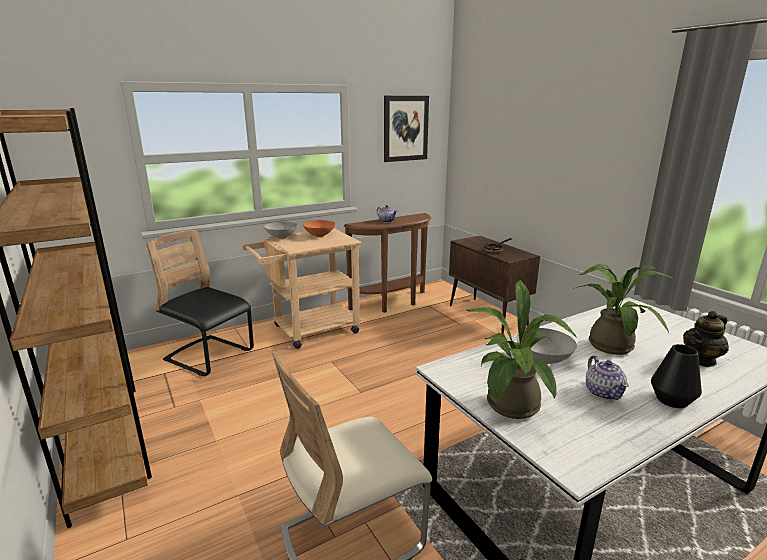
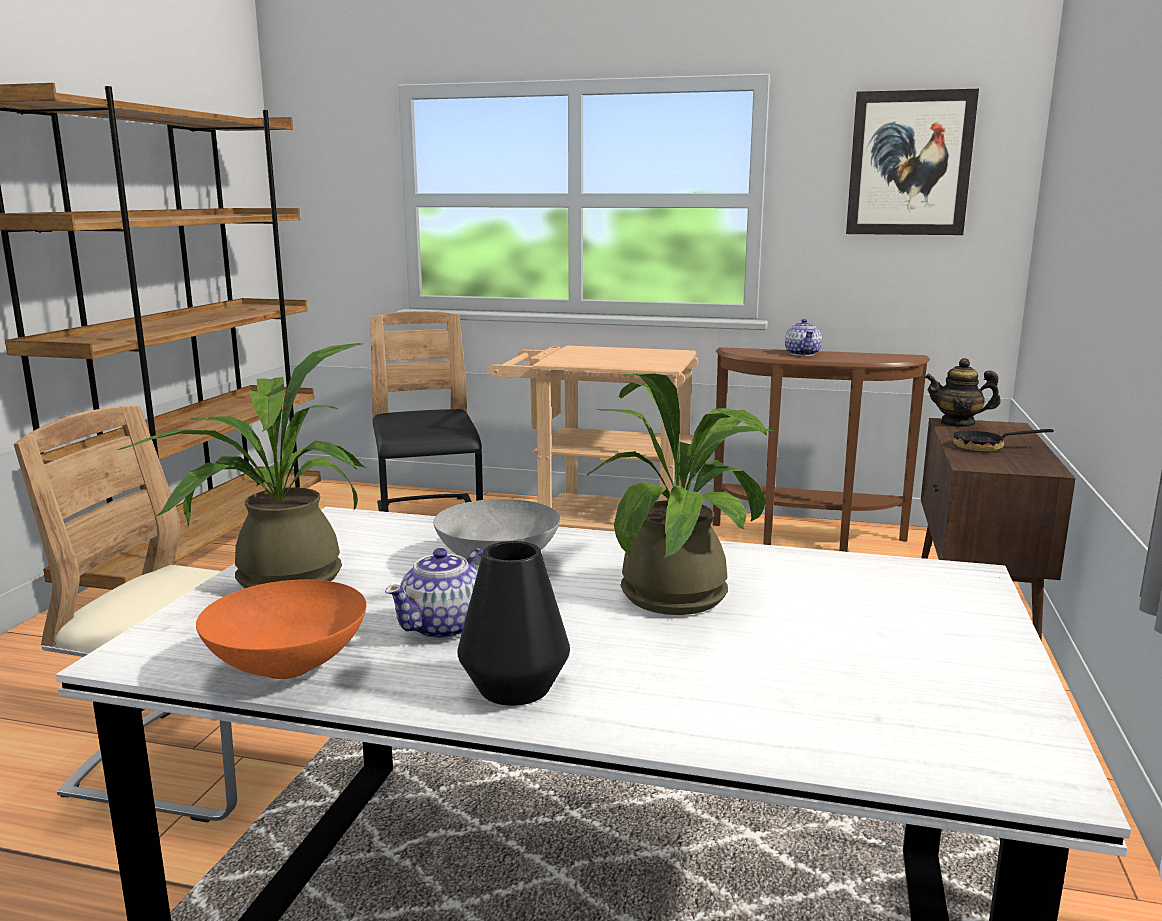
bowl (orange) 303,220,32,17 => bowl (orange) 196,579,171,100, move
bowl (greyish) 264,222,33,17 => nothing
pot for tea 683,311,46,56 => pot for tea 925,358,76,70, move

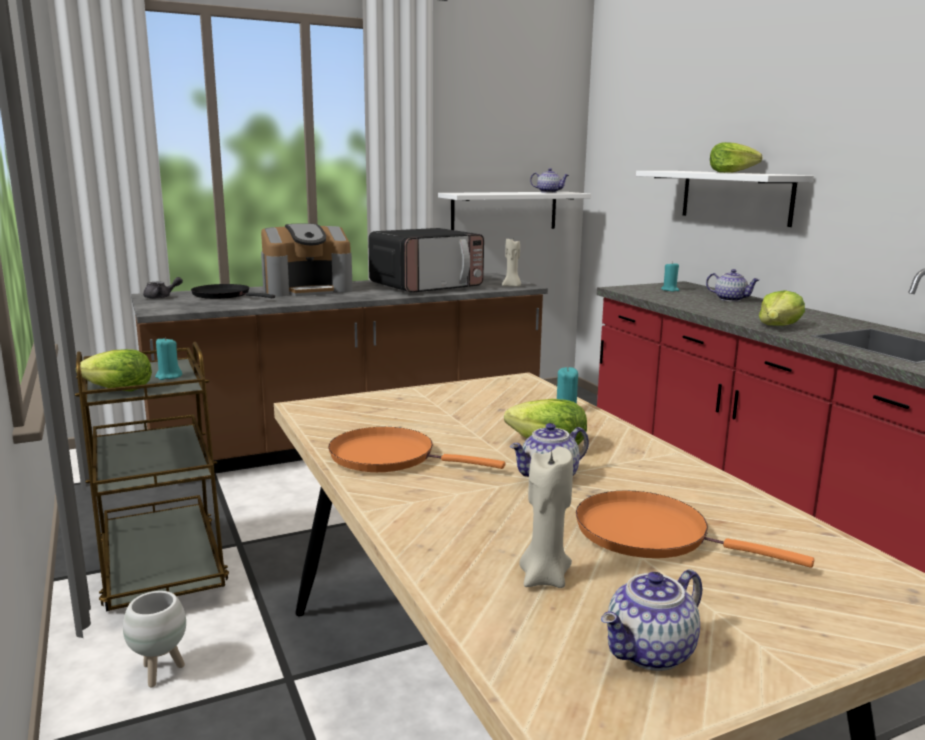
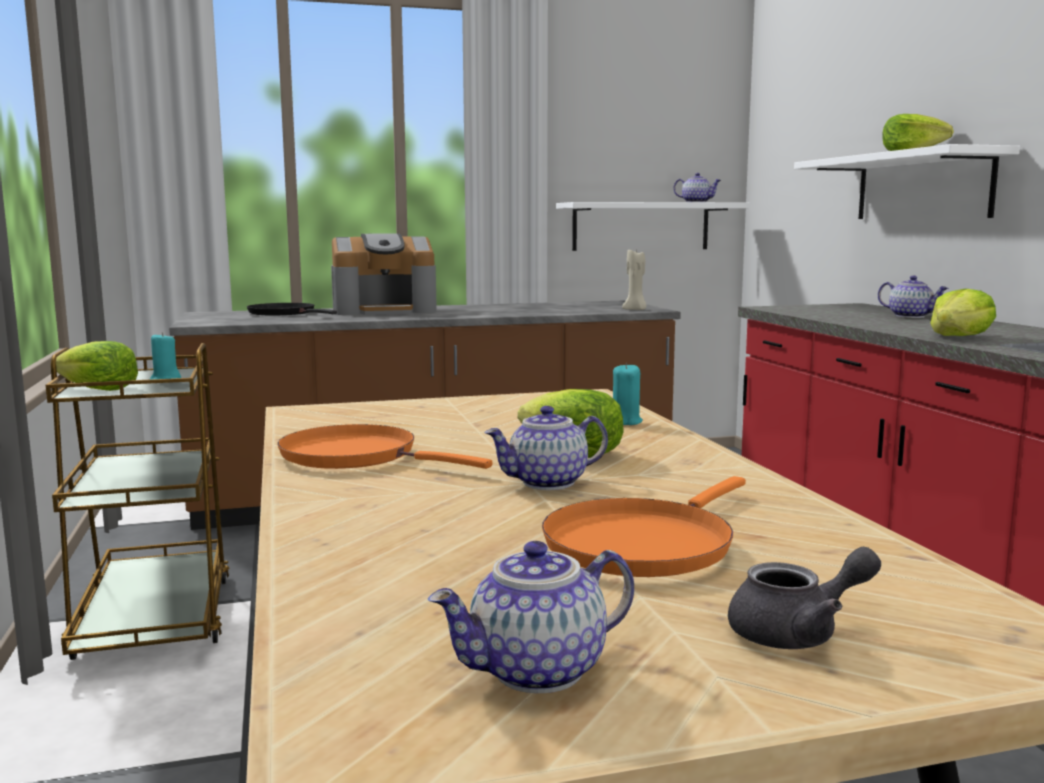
kitchen microwave 368,228,116,65 => nothing
candle (blue-green) 661,261,19,31 => nothing
pot for tea (greyish) 143,277,40,22 => pot for tea (greyish) 728,547,153,102, move
candle (beige-coloured) 519,447,54,141 => nothing
frying pan (orange) 576,490,238,78 => frying pan (orange) 542,476,204,101, 90 degrees counterclockwise
plant pot (whitish) 123,591,63,96 => nothing

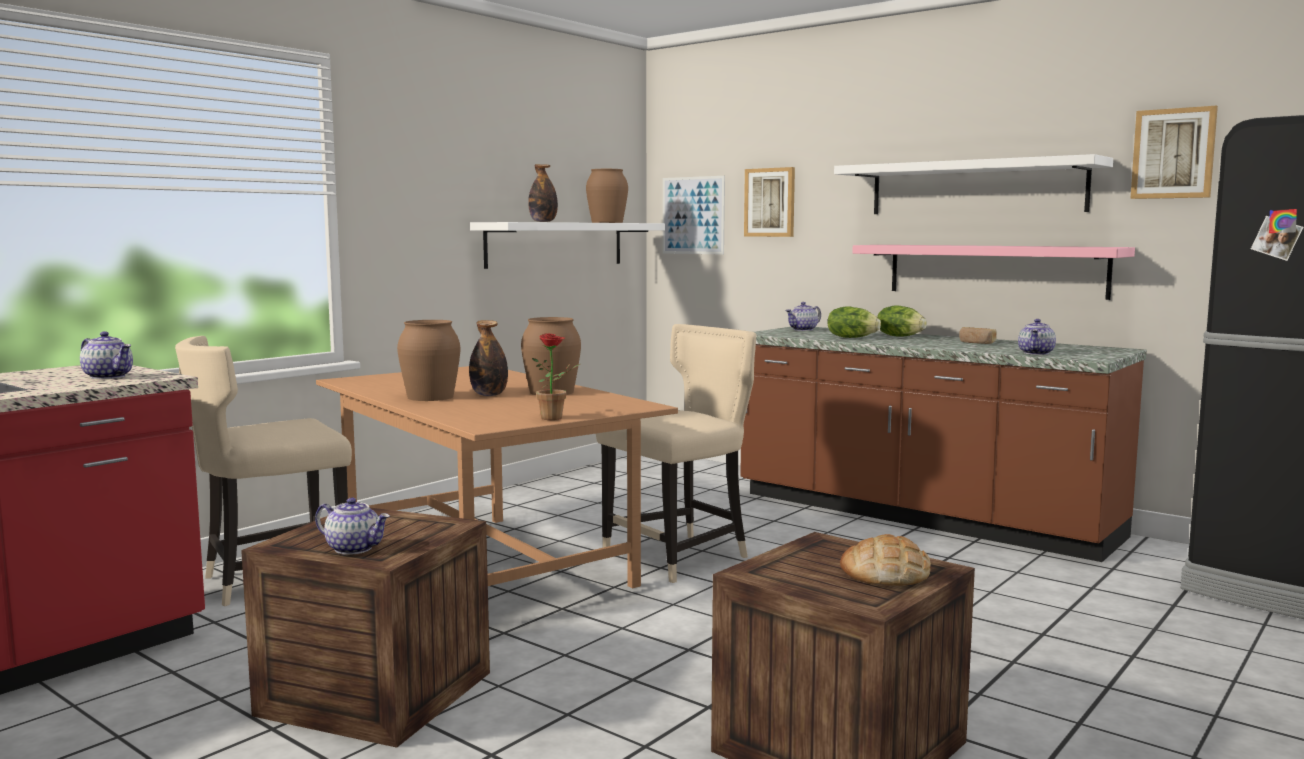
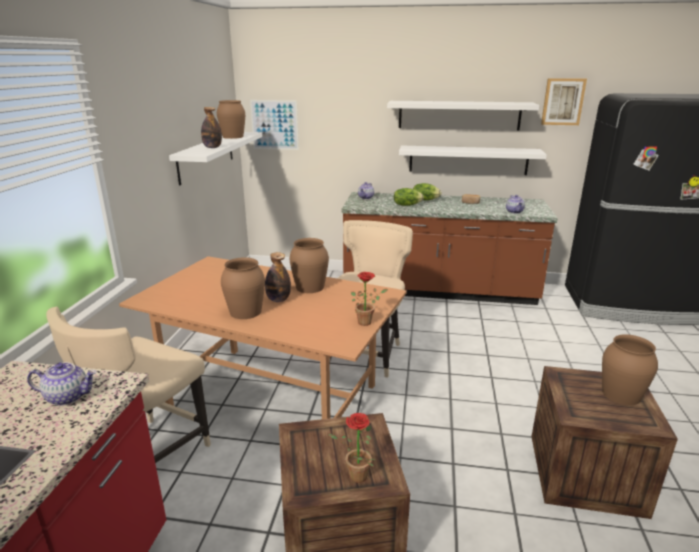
wall picture 744,167,51,70 => nothing
wall shelf (pink) 852,245,283,55 => wall shelf (whitish) 399,146,148,29
pot for tea 315,497,75,58 => houseplant 328,413,47,70
baked bread 840,534,91,52 => vase (brown) 602,334,56,71

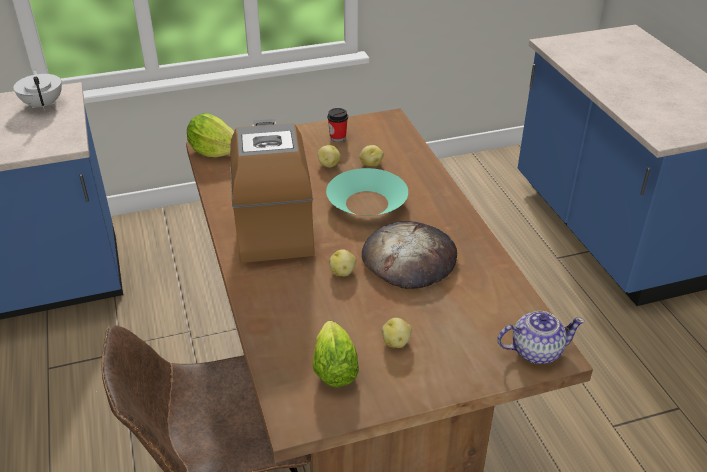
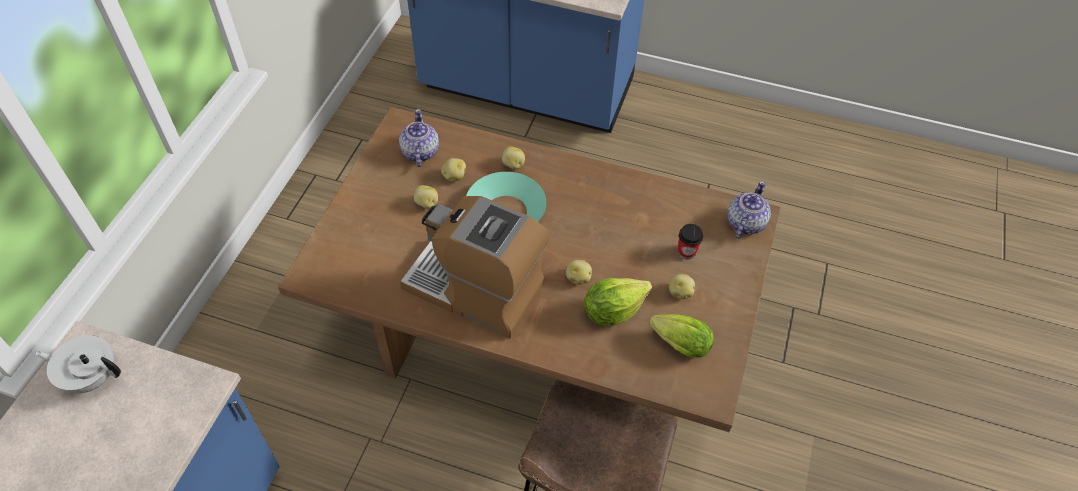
small cup 327,108,21,34 => small cup 678,224,25,36, move
lettuce 187,113,47,44 => lettuce 584,278,68,48, move
baked bread 362,221,95,68 => nothing
nothing => pot for tea 399,109,40,58
nothing => spud 502,147,23,23

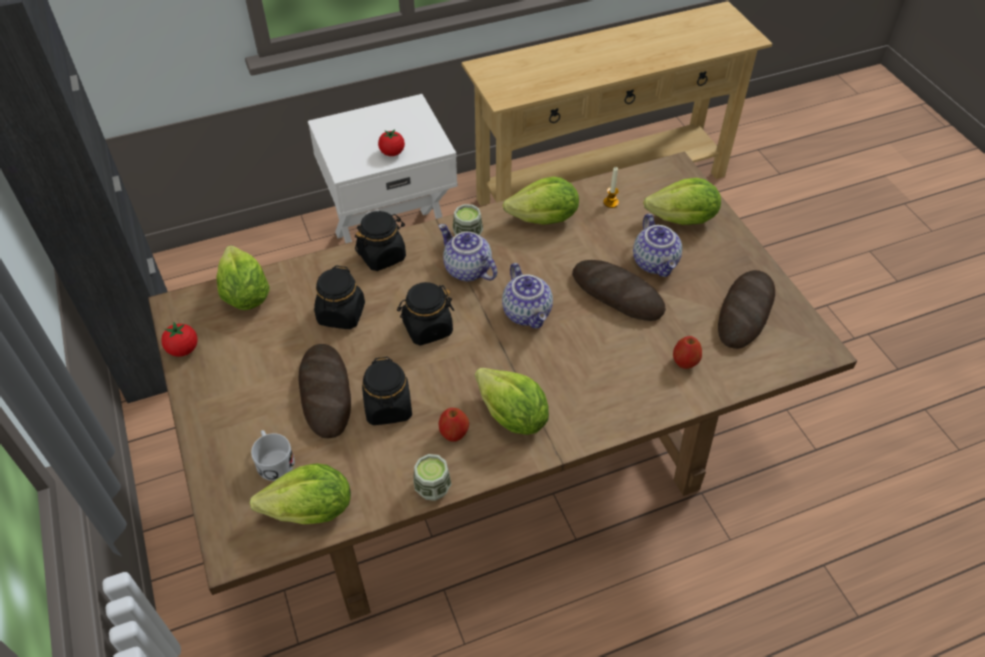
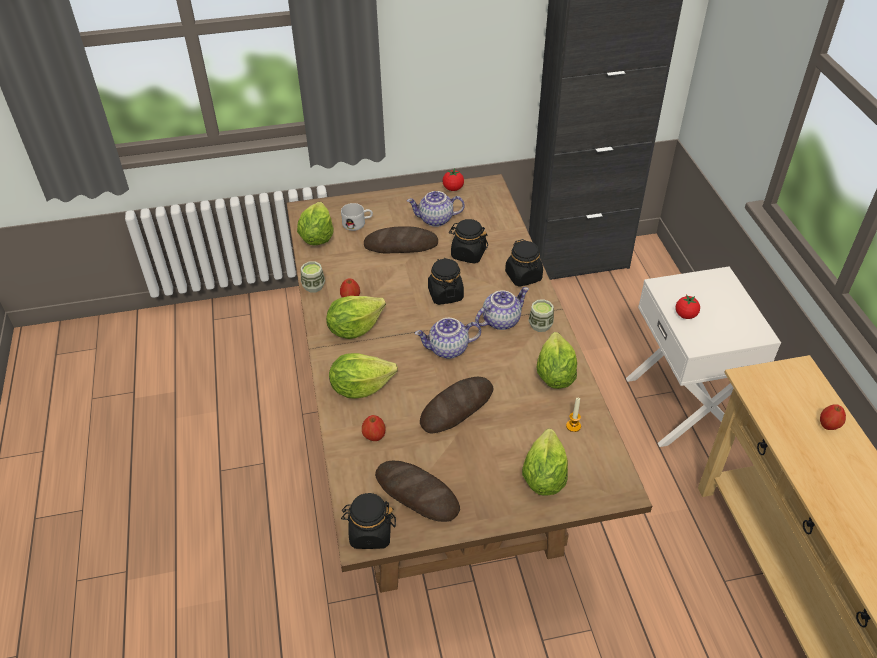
pot for tea 633,214,49,63 => pot for tea 407,191,58,36, move
lettuce 216,245,54,65 => lettuce 329,353,69,46, move
jar (blackish) 362,357,50,68 => jar (blackish) 341,493,55,56, move
nothing => apple fruit 820,404,26,26

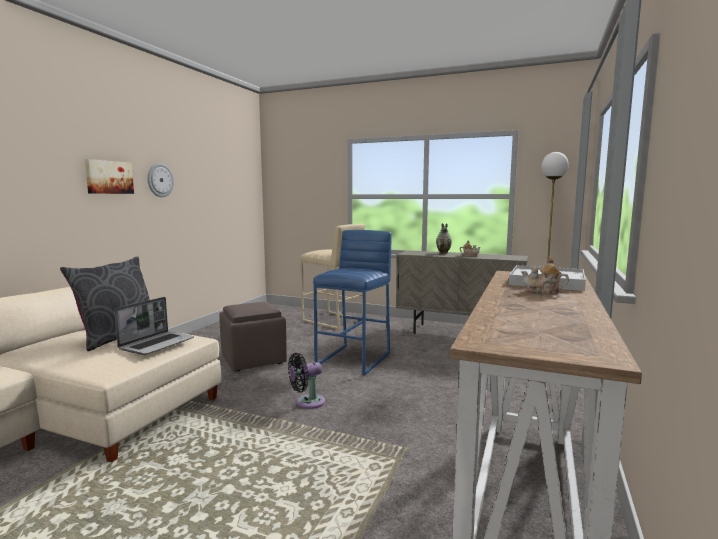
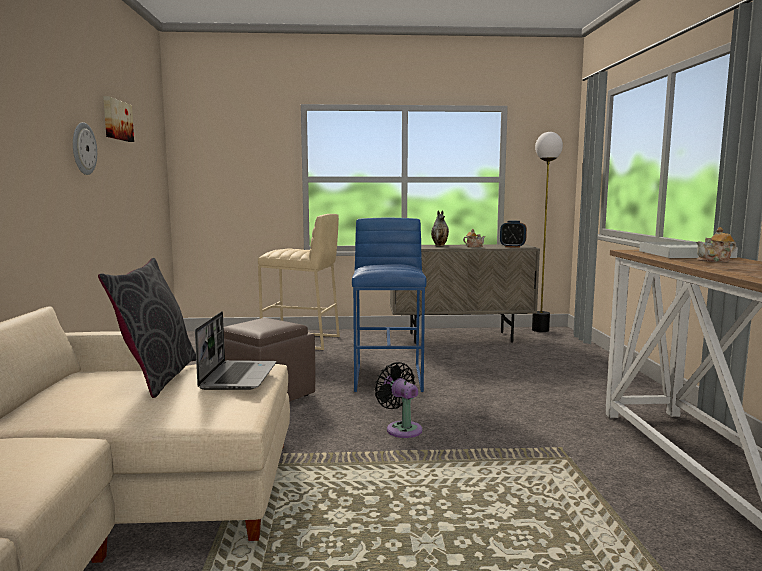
wall picture 85,159,49,35 => wall picture 103,96,31,46, move
cooling fan (blackish) 288,353,37,56 => cooling fan (blackish) 374,362,49,76, 105 degrees clockwise
nothing => alarm clock 500,221,27,27

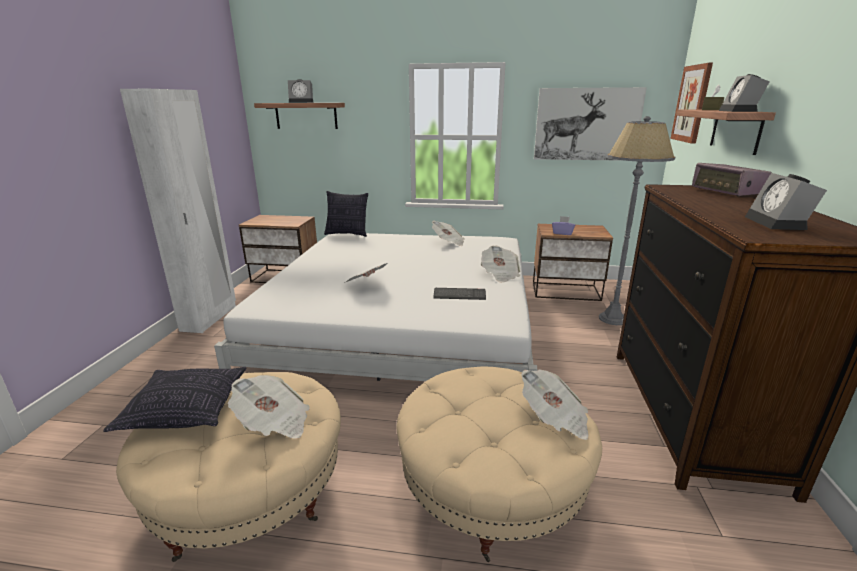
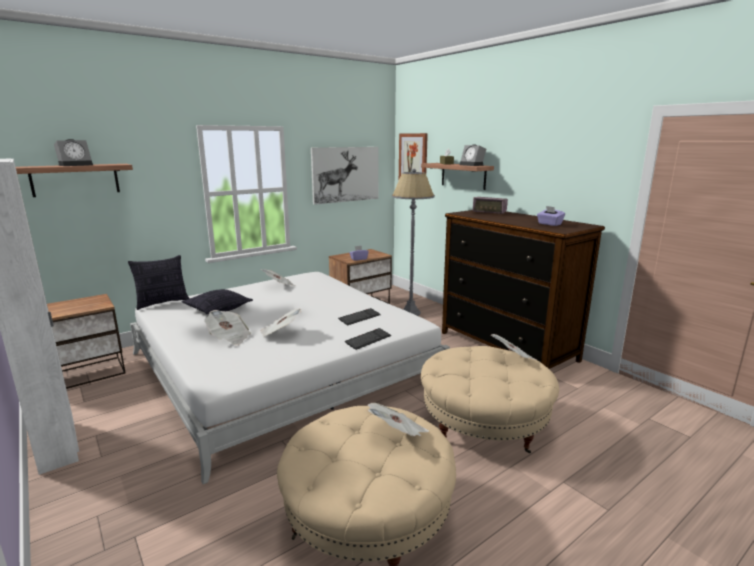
alarm clock 745,173,82,57 => tissue holder (purplish) 537,206,28,20
daily paper 481,246,39,37 => daily paper 204,310,47,35, move
throw pillow 103,367,144,65 => throw pillow 181,289,72,25, move
nothing => computer keyboard 345,328,46,22

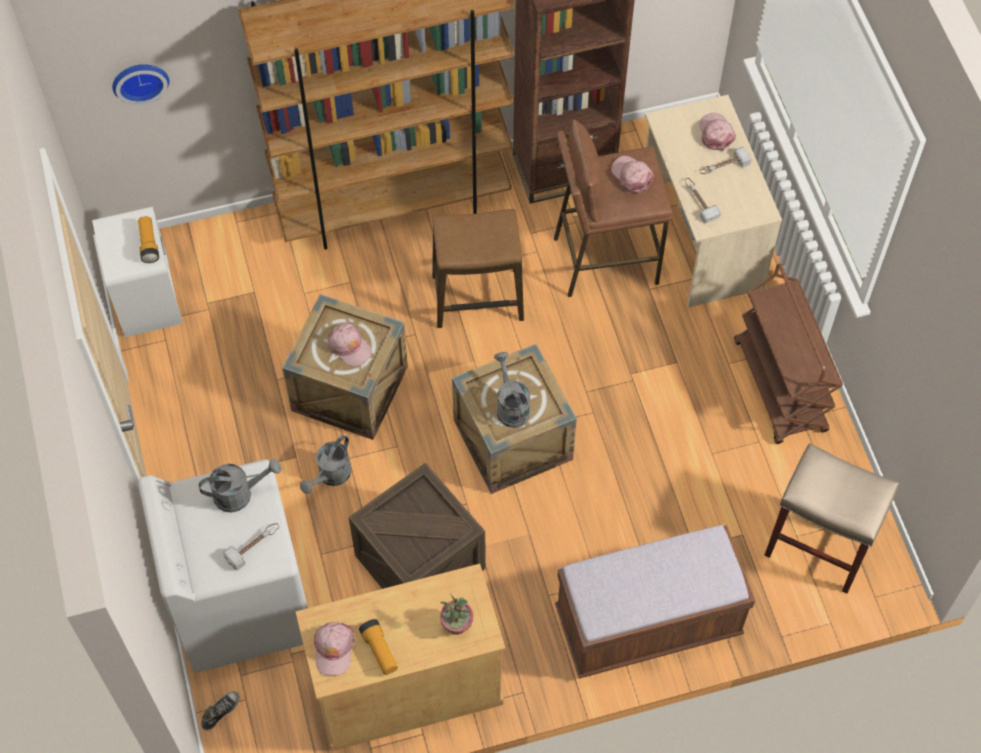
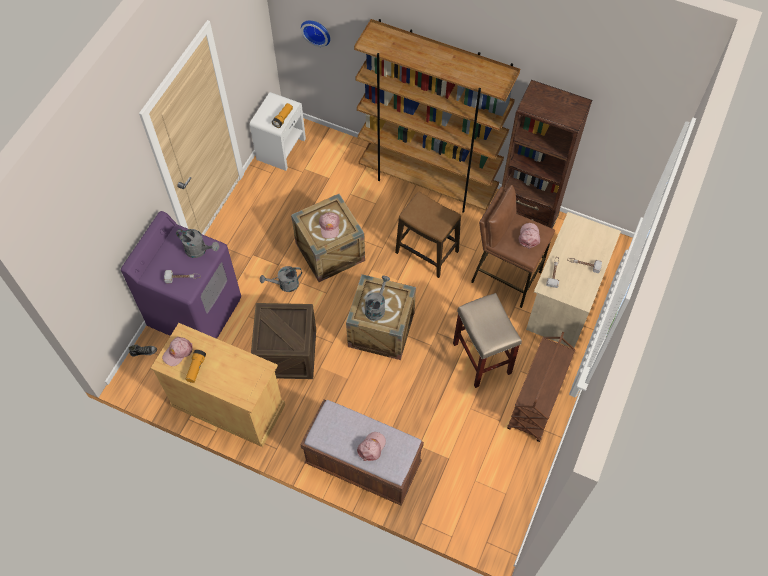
baseball cap (pink) 699,113,37,38 => baseball cap (pink) 357,432,29,29, move
stool seat (beige-coloured) 764,443,135,150 => stool seat (beige-coloured) 453,293,69,95, move
washing machine (whitish) 138,460,170,212 => washing machine (purplish) 121,211,120,128
houseplant 440,593,33,42 => nothing

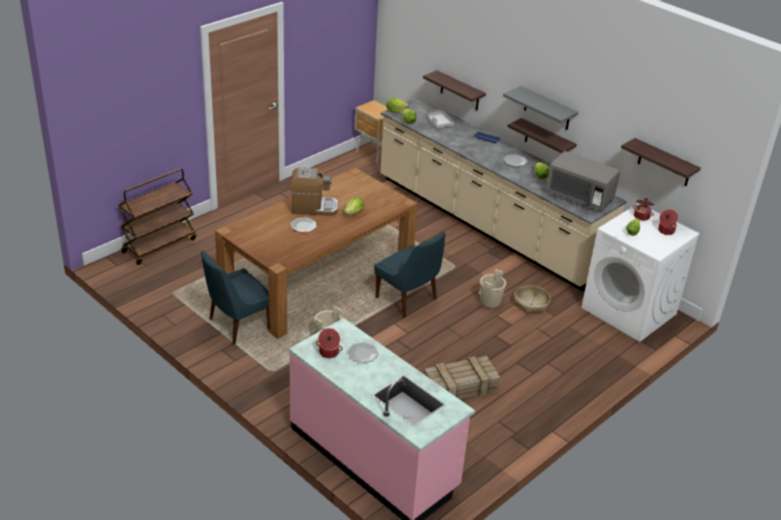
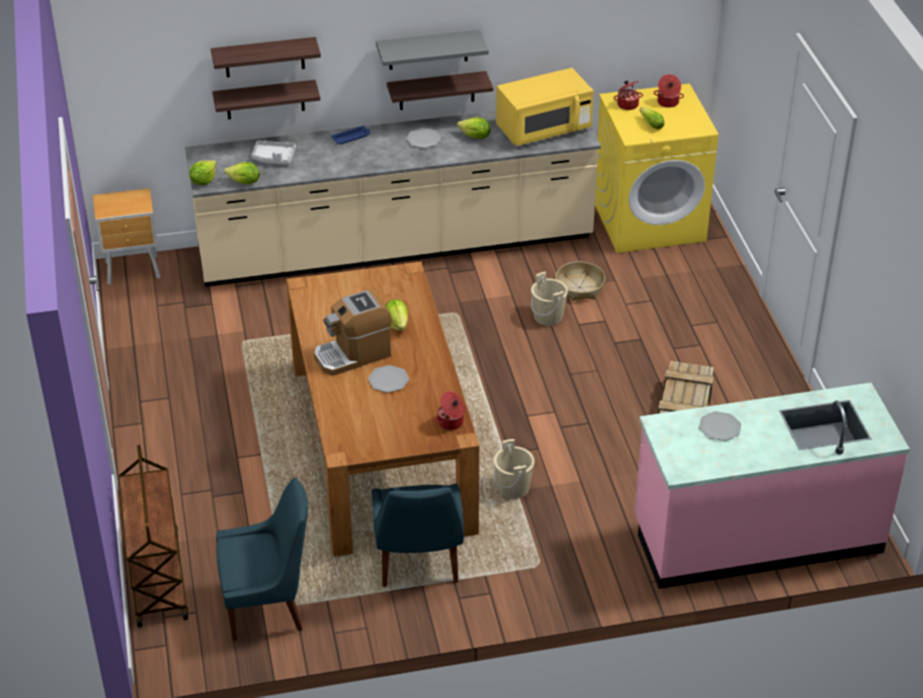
wall shelf 621,138,80,48 => wall shelf 211,37,110,40, move
kitchen microwave (greyish) 546,151,74,60 => kitchen microwave (yellow) 496,68,98,78
coffee machine 290,168,48,48 => coffee machine 314,290,78,86, 150 degrees counterclockwise
washing machine (whitish) 581,203,119,139 => washing machine (yellow) 595,83,123,170
upright chair (blue-coloured) 374,232,71,85 => upright chair (blue-coloured) 216,477,92,164, move
cooking pot 316,328,27,30 => cooking pot 435,391,32,39, move

